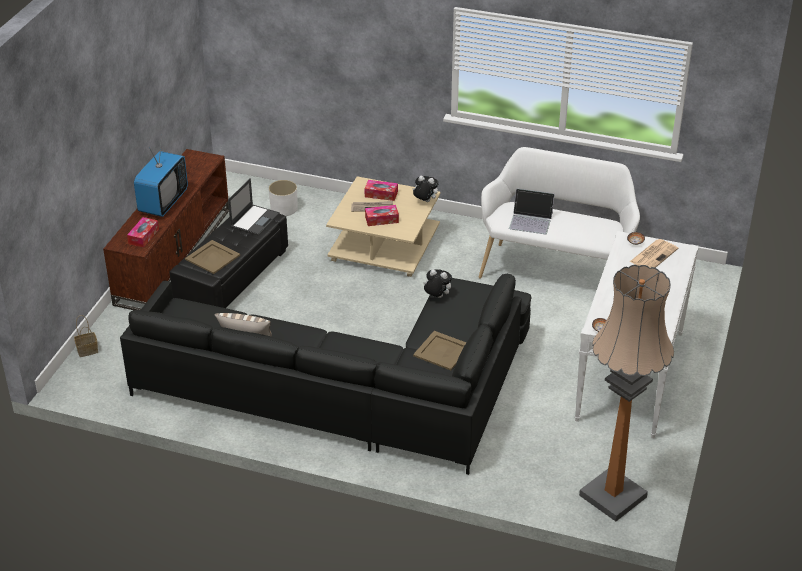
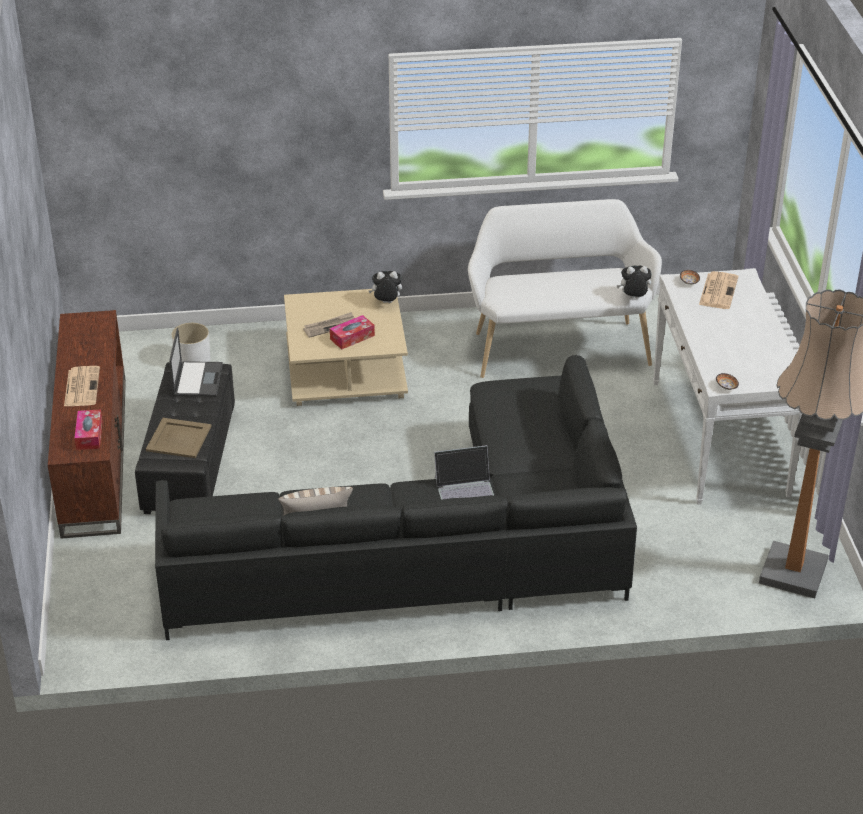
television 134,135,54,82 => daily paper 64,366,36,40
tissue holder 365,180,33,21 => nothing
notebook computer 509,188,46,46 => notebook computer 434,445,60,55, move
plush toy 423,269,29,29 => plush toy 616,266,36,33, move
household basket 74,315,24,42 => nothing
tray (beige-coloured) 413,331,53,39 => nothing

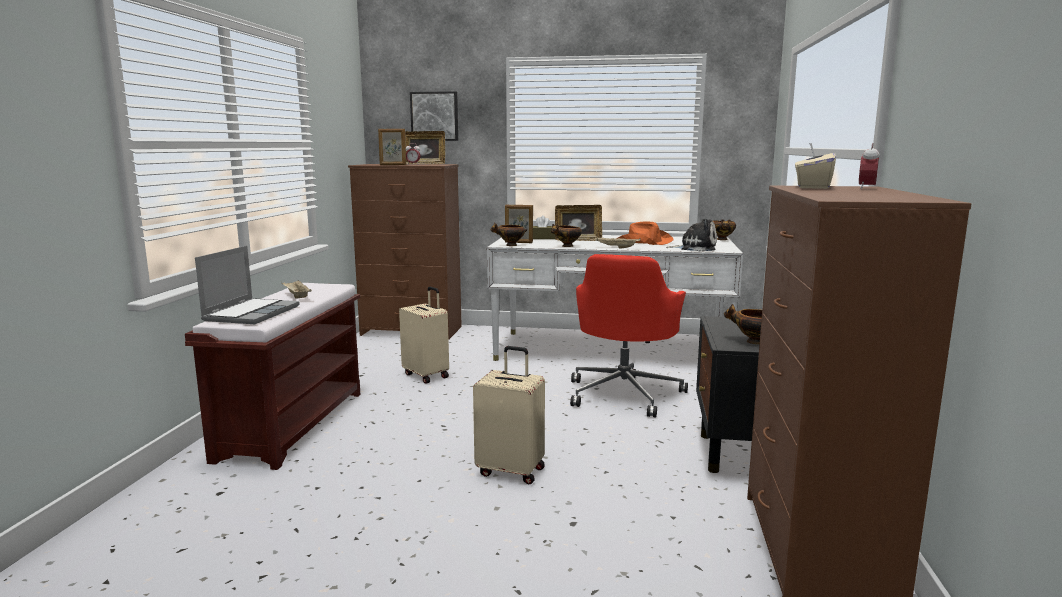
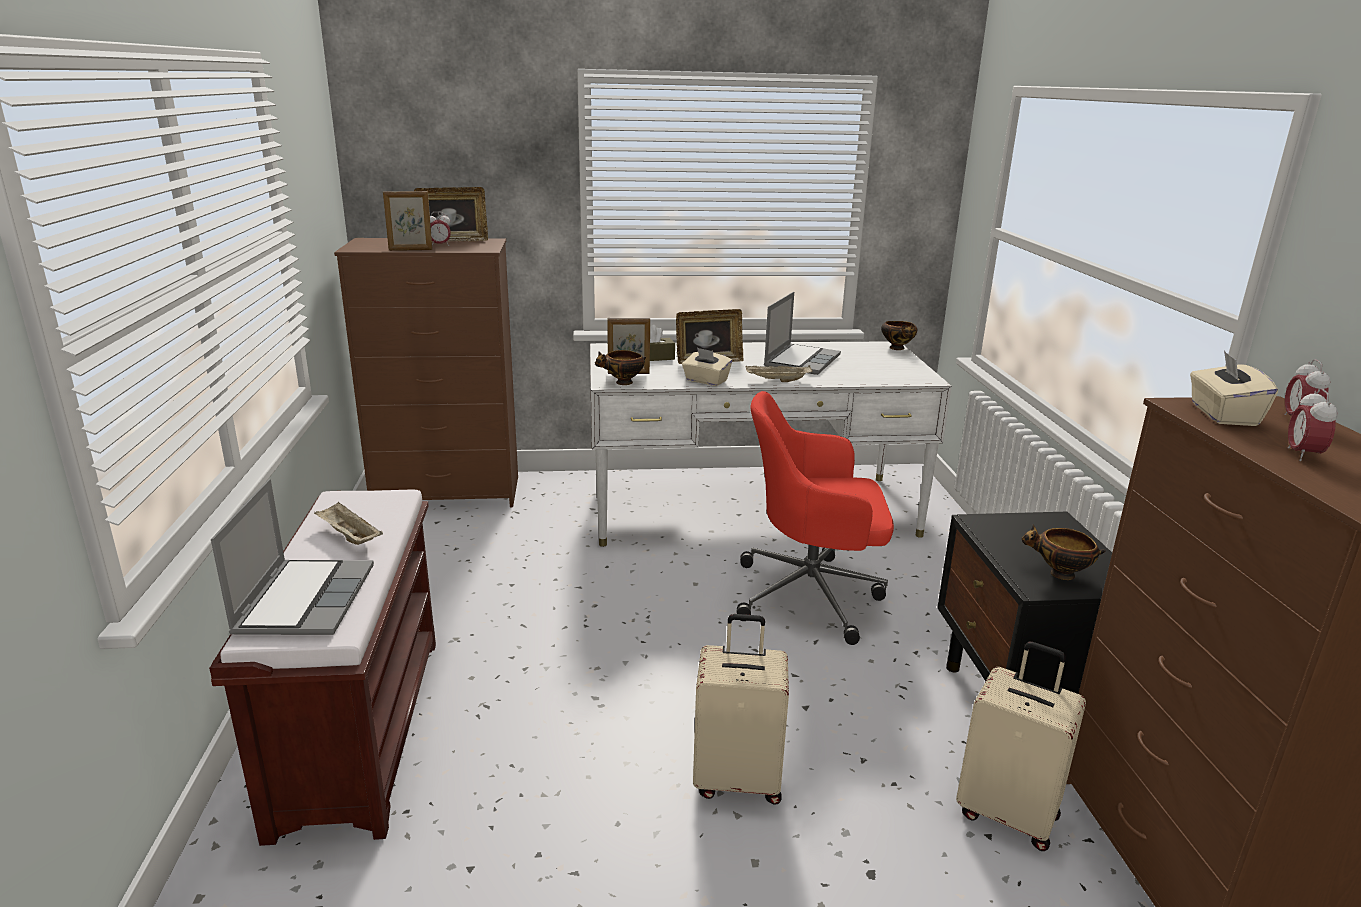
wall picture 410,91,48,50 => nothing
plush toy 666,218,51,34 => nothing
clothing hat (orange) 616,222,58,23 => notebook computer 764,292,77,83
bowl 551,224,31,23 => tissue holder (beige-coloured) 682,347,50,39
computer chair (reddish) 570,254,118,163 => computer chair (reddish) 737,391,157,254, 90 degrees clockwise
piece of luggage (beige-coloured) 399,287,50,96 => piece of luggage (beige-coloured) 956,642,130,209, move
nothing => alarm clock 1287,388,51,73

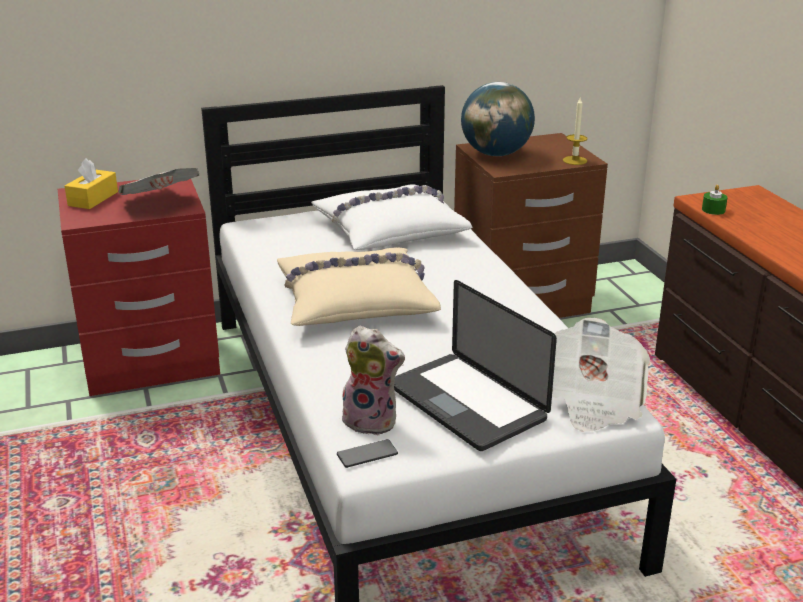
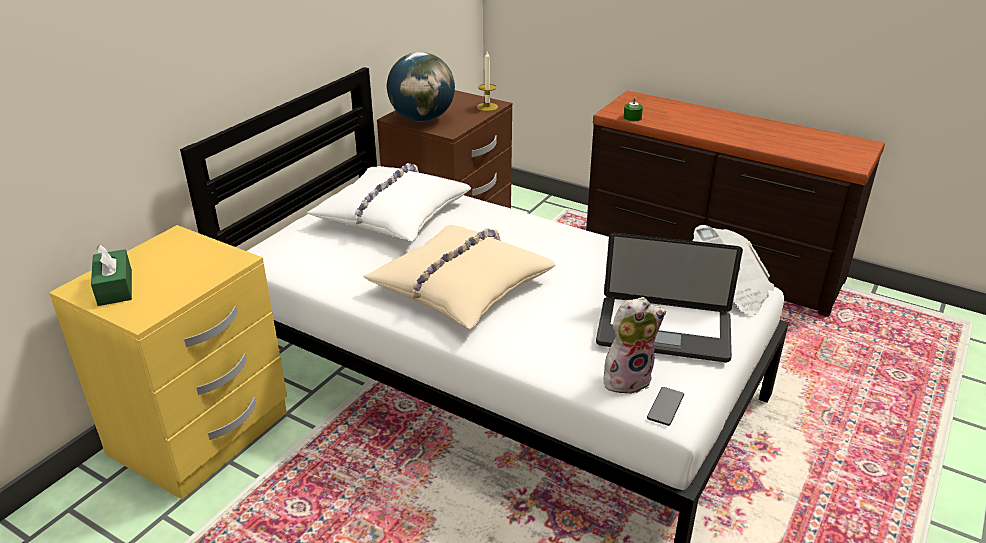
tissue holder (yellow) 65,158,53,51 => tissue holder (greenish) 91,244,41,62
daily paper 119,168,81,27 => nothing
nightstand (reddish) 58,179,162,217 => nightstand (yellow) 49,225,238,274

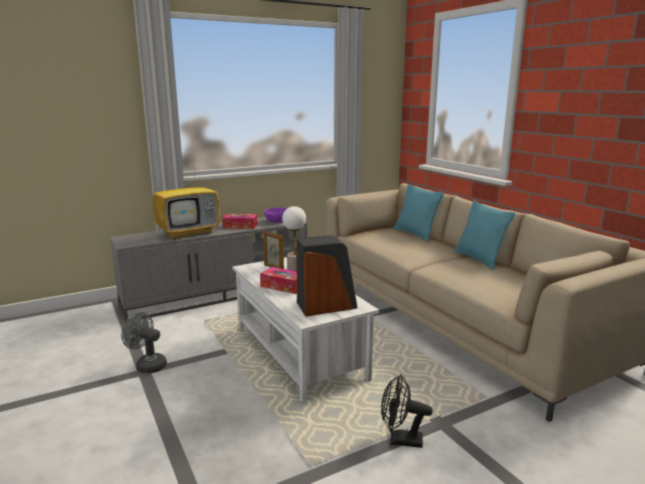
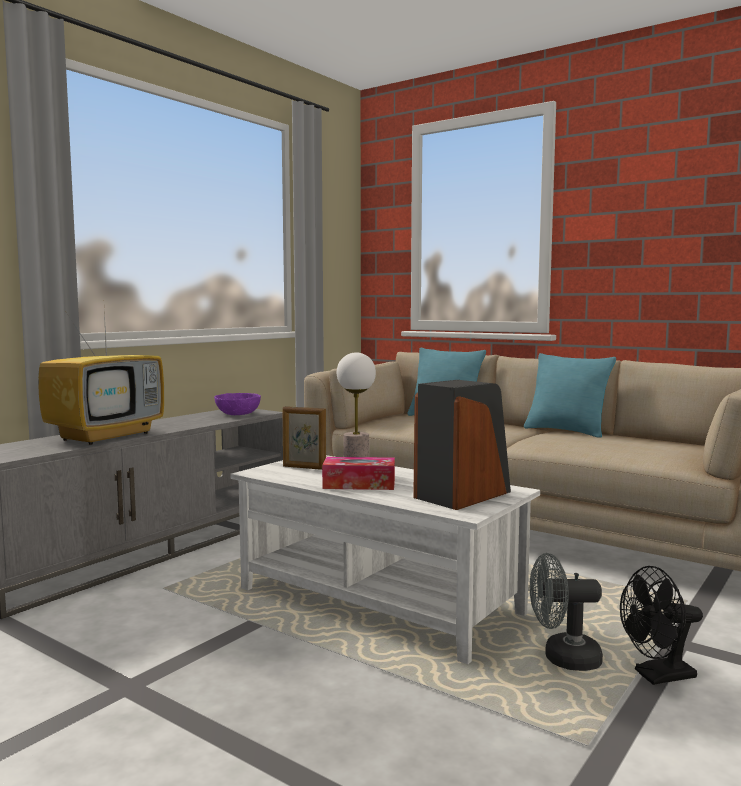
tissue holder 222,214,35,15 => nothing
cooling fan (greyish) 121,312,46,61 => cooling fan (greyish) 530,553,73,118, move

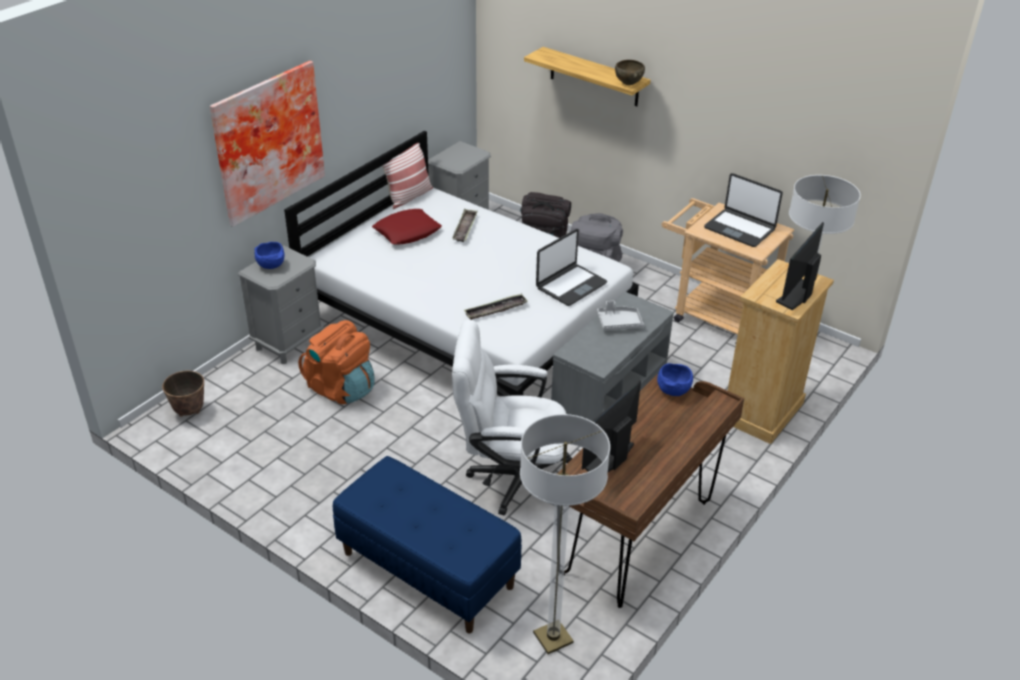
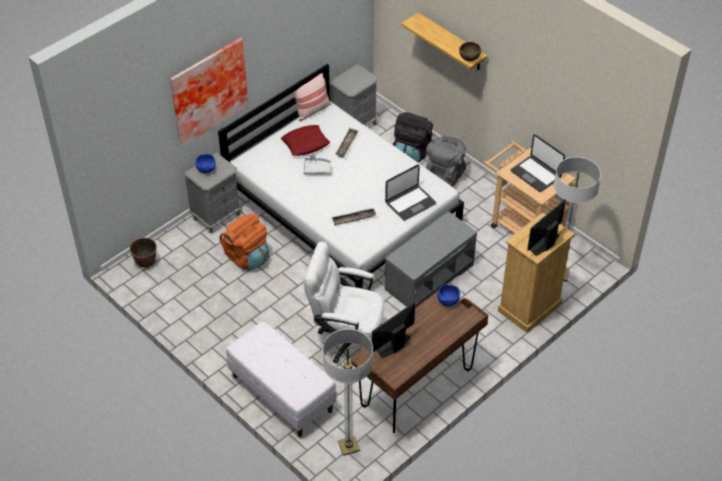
tray (greyish) 597,301,47,30 => tray (greyish) 303,154,28,21, move
bench (blue-coloured) 333,456,189,177 => bench (whitish) 226,321,110,116

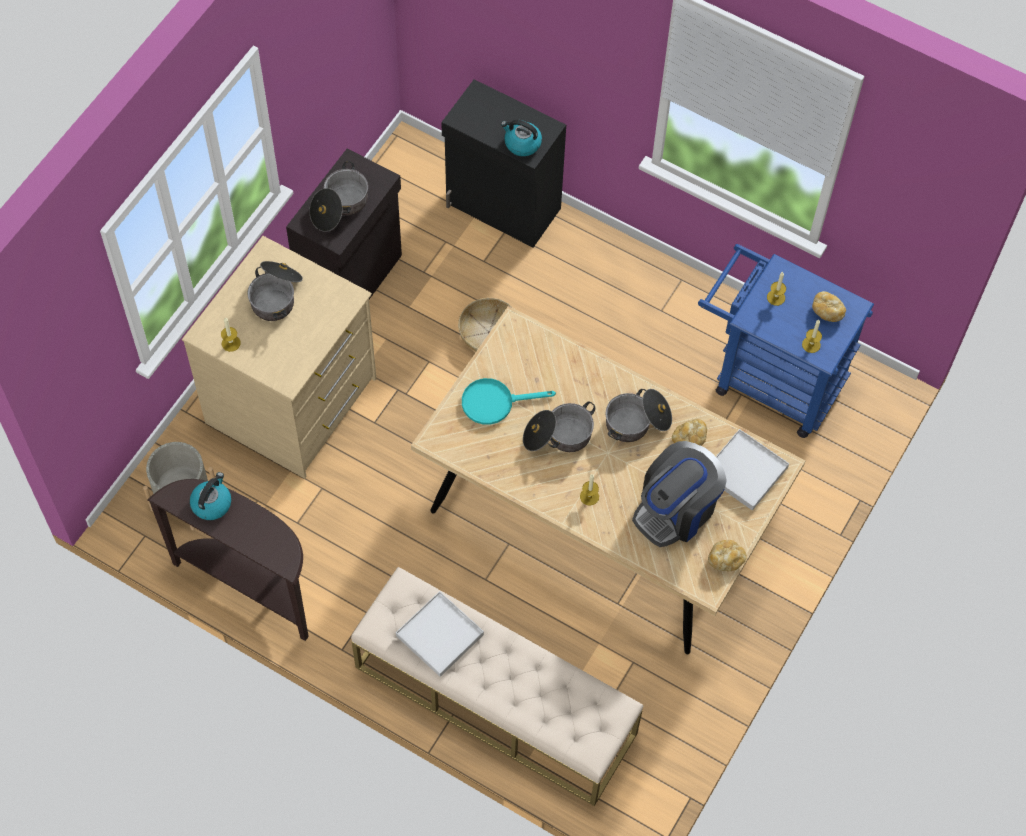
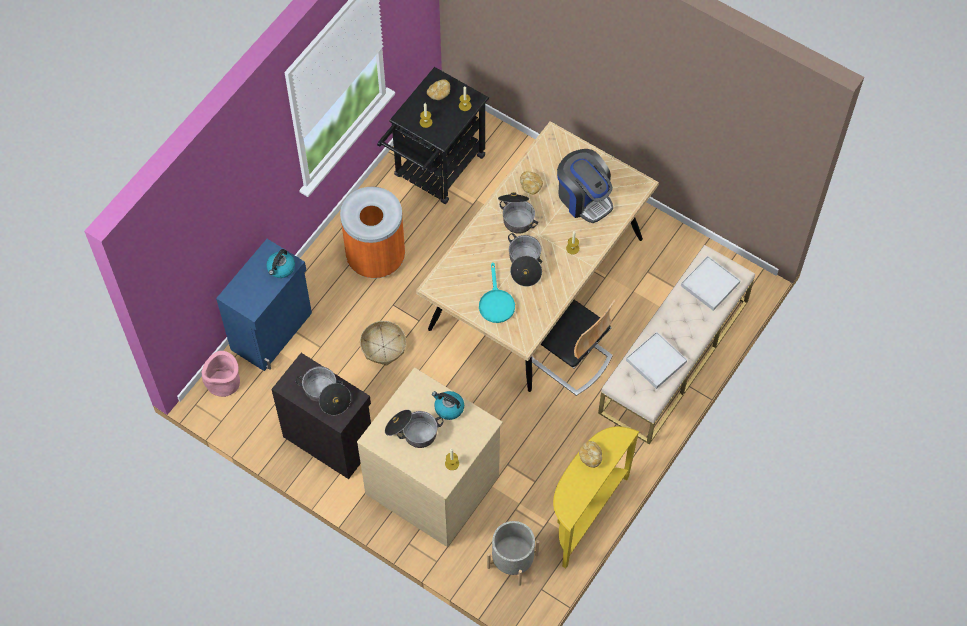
storage cabinet (blackish) 441,79,125,169 => storage cabinet (blue-coloured) 216,239,96,132
cart (blue-coloured) 698,244,176,194 => cart (blackish) 377,67,112,137
tray (whitish) 716,429,73,81 => tray (whitish) 681,256,60,55, move
tea kettle 190,472,41,48 => tea kettle 432,391,32,29, move
console table (brown) 147,479,162,162 => console table (yellow) 553,426,87,142
baked bread 708,540,39,31 => baked bread 579,441,23,27, move
nothing => rubbish bin (orange) 340,187,65,92
nothing => upright chair 532,300,83,96
nothing => plant pot (pink) 202,351,38,46

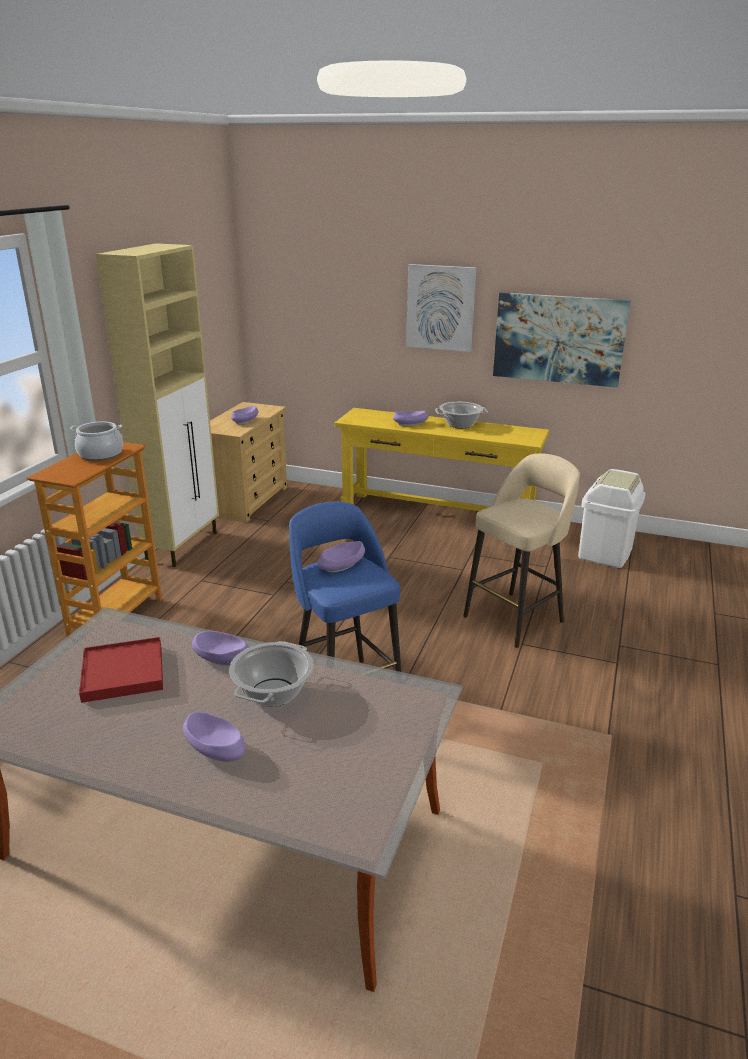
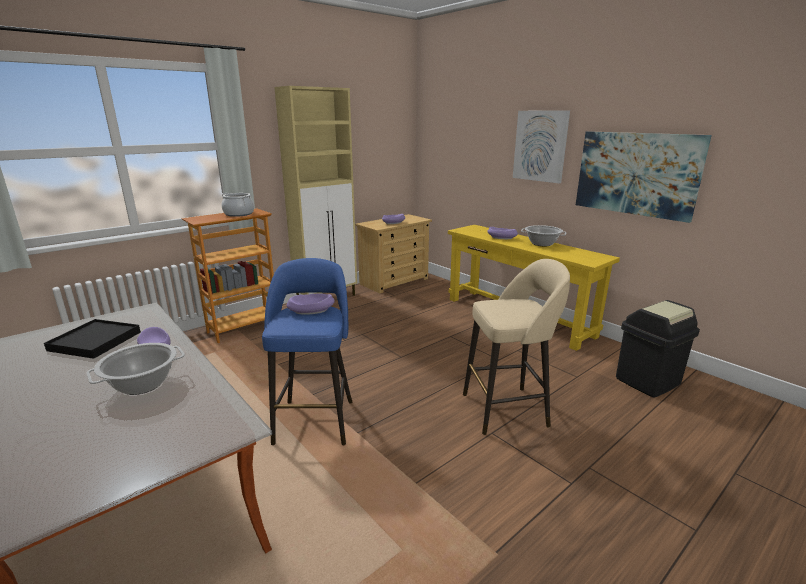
rubbish bin (whitish) 578,469,67,99 => rubbish bin (blackish) 616,300,84,97
tray (reddish) 79,637,84,66 => tray (blackish) 44,319,97,40
bowl (purplish) 183,712,63,50 => nothing

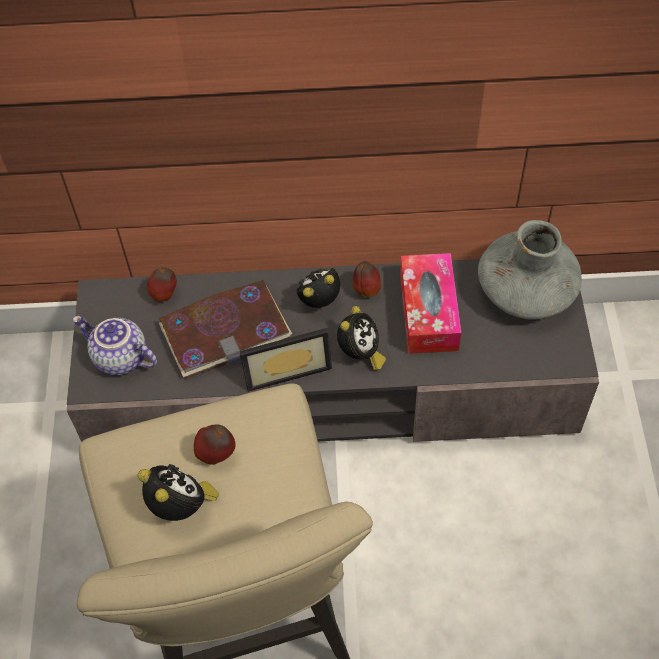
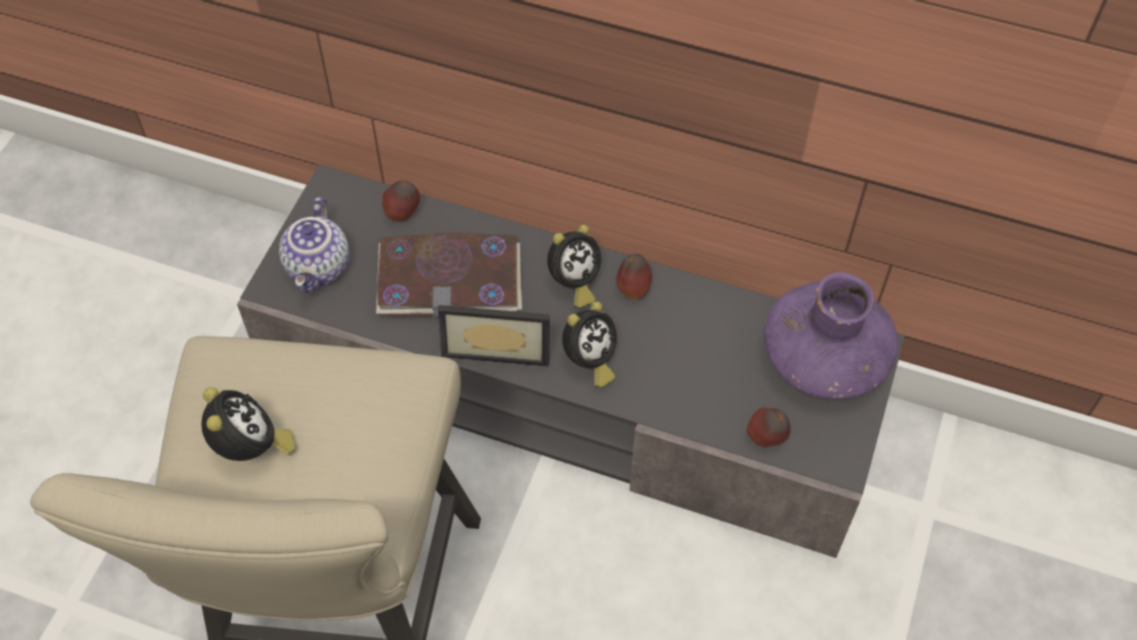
vase (greyish) 478,220,104,100 => vase (purplish) 764,272,134,127
tissue holder 400,253,61,101 => nothing
alarm clock 296,268,44,40 => alarm clock 547,225,54,83, 150 degrees clockwise
pot for tea 73,316,84,59 => pot for tea 279,197,70,96, 135 degrees counterclockwise
apple fruit 194,424,42,41 => apple fruit 747,407,44,40, move

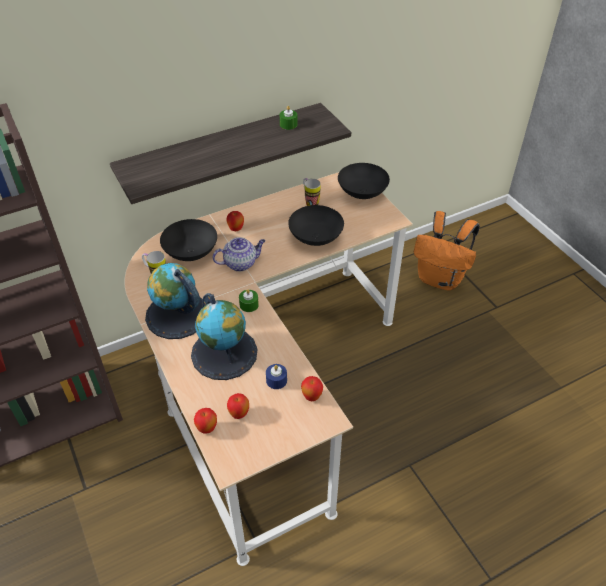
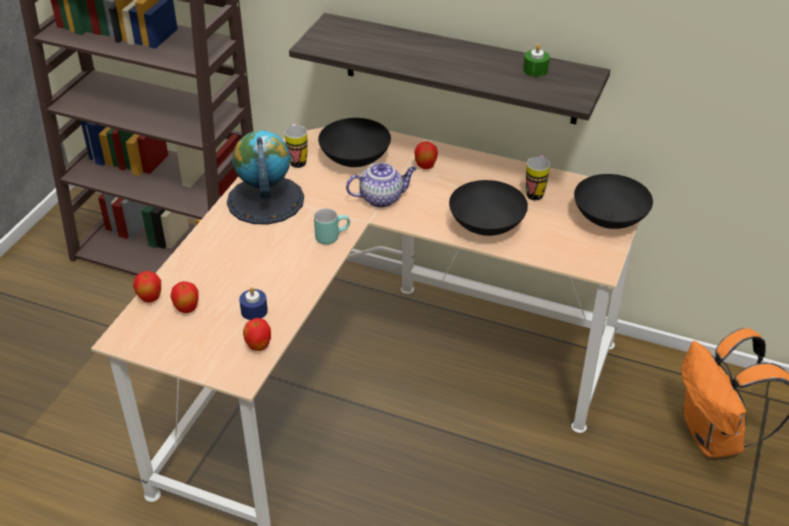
pot for tea 213,237,52,34 => pot for tea 346,162,70,46, 45 degrees counterclockwise
candle (greenish) 239,289,20,23 => mug (blue-green) 314,208,36,37
desk globe 191,293,67,87 => nothing

